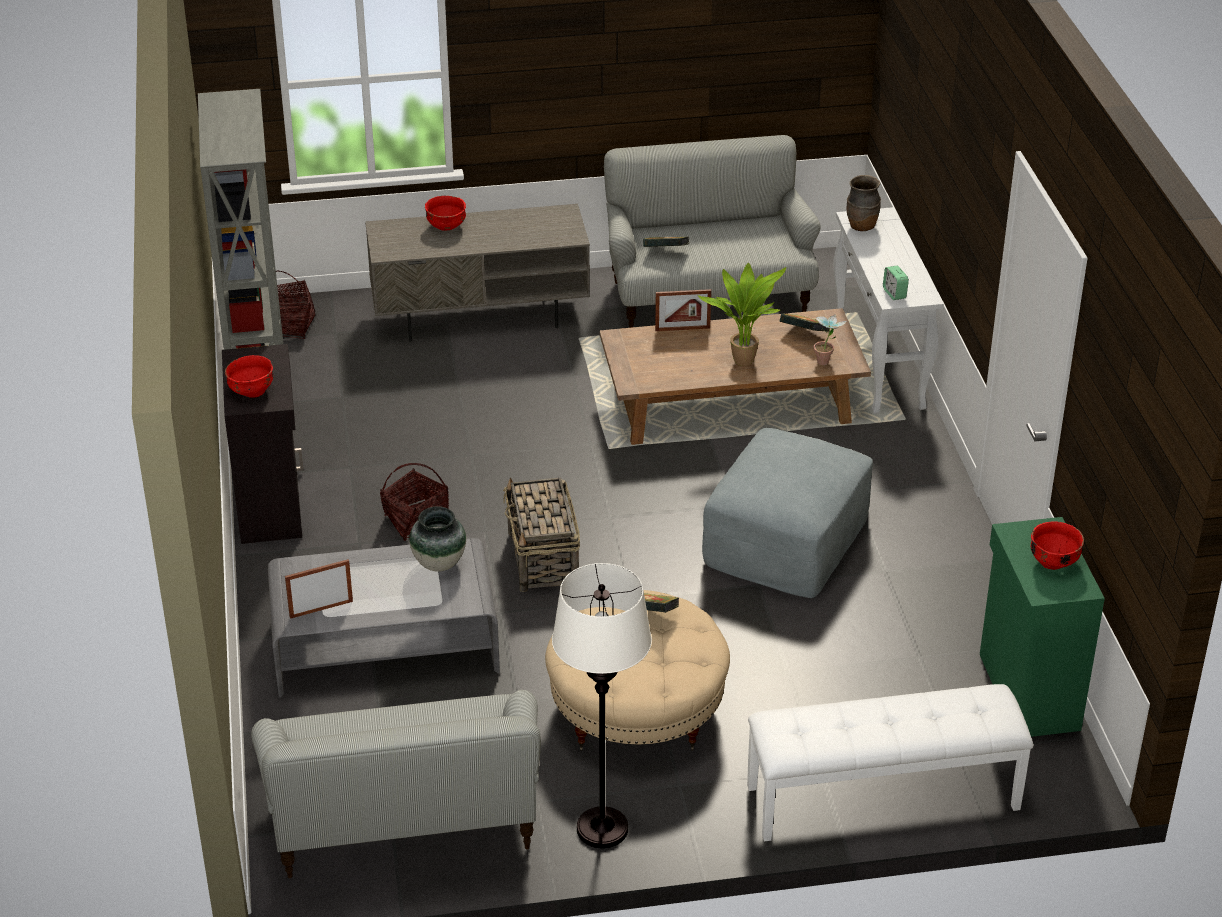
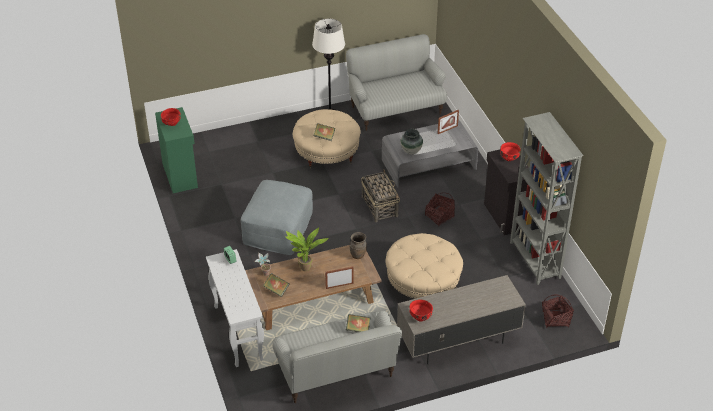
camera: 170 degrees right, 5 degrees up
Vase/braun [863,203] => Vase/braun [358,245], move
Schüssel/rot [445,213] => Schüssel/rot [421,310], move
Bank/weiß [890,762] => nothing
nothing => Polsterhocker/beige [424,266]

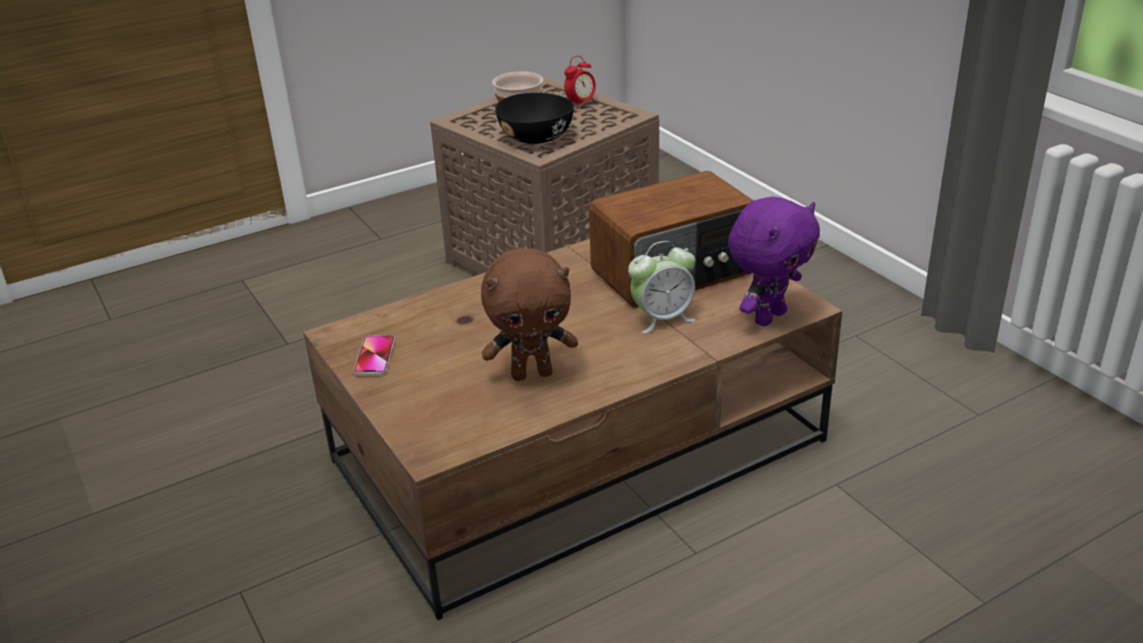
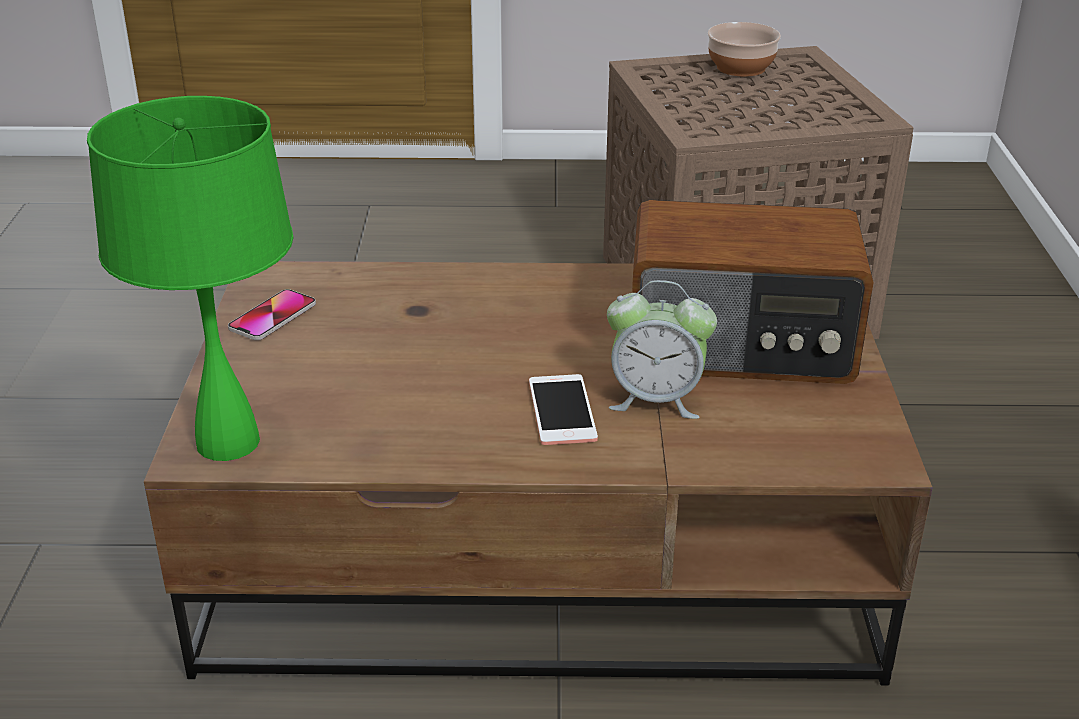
camera: 30 degrees right, 0 degrees up
Wecker [580,82] => nothing
Schüssel/schwarz [534,118] => nothing
Plüschtier/lila [774,261] => nothing
Plüschtier/braun [529,314] => nothing
nothing => Tischlampe/grün [190,278]
nothing => Handy [563,409]

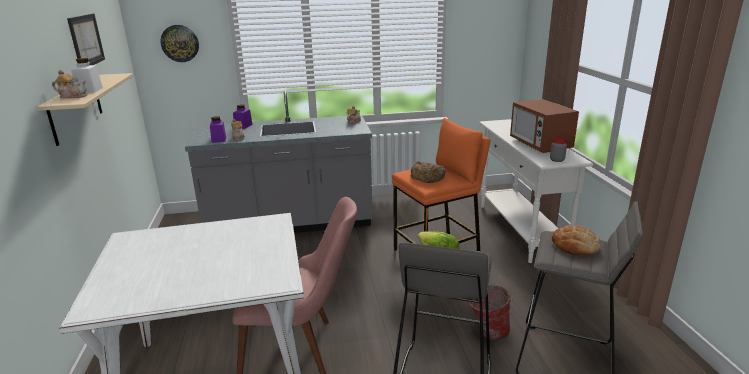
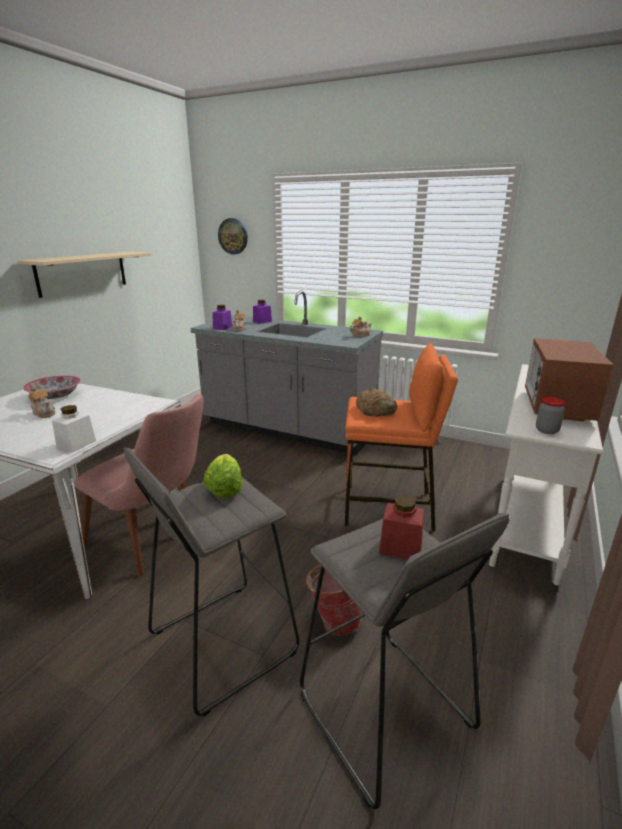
camera: 35 degrees right, 0 degrees up
Bild [86,39] => nothing
Vorratsglas/weiß [87,75] => Vorratsglas/weiß [74,429], move
Teekanne [69,84] => Teekanne [42,402], move
Brot [576,240] => Vorratsglas/rot [401,527]
nothing => Schüssel [52,387]

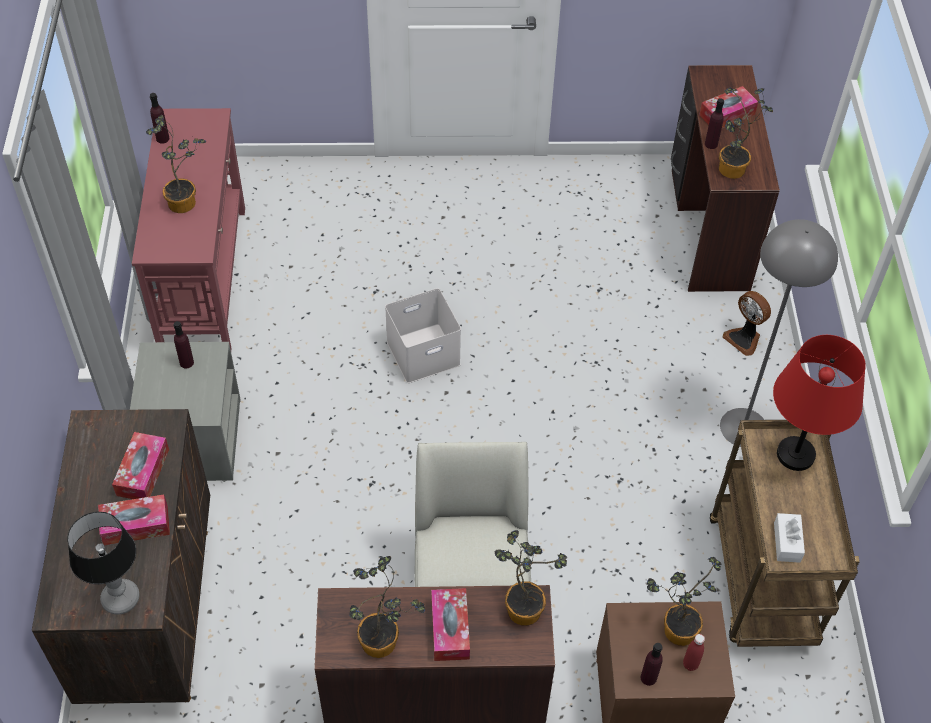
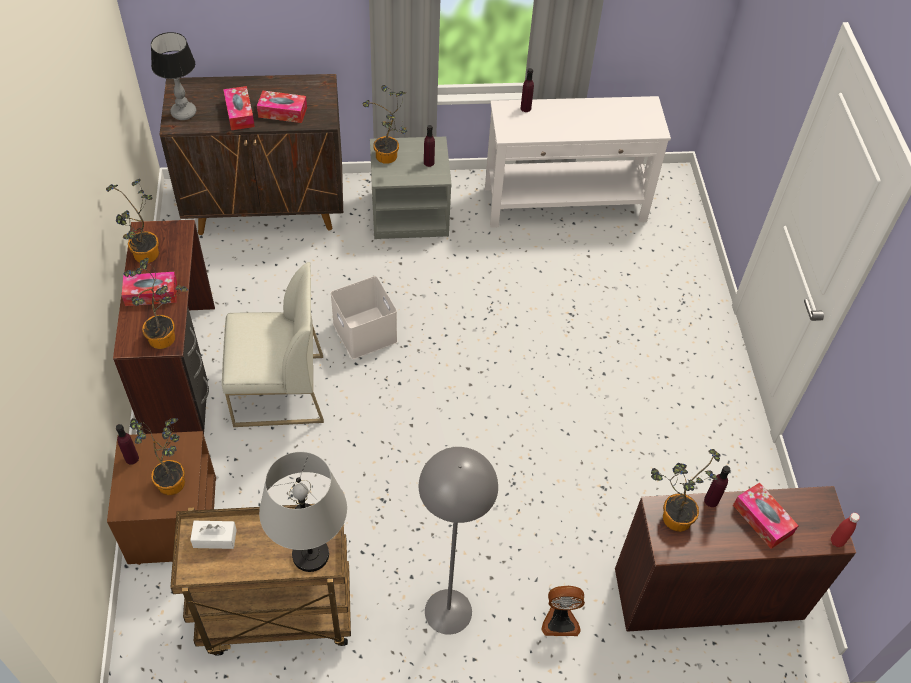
camera: 85 degrees right, 0 degrees up
Flasche/lila [159,118] => Flasche/lila [527,90], move
Konsolentisch/rot [188,229] => Konsolentisch/weiß [578,162]
Topfpflanze [176,164] => Topfpflanze [385,124], move
Aufbewahrungsbox/weiß [423,335] => Aufbewahrungsbox/weiß [363,317], move
Ventilator [747,323] => Ventilator [563,611], 135 degrees counterclockwise
Tischlampe/rot [819,403] => Tischlampe/grau [303,512]
Flasche/rot [694,652] => Flasche/rot [845,530], move

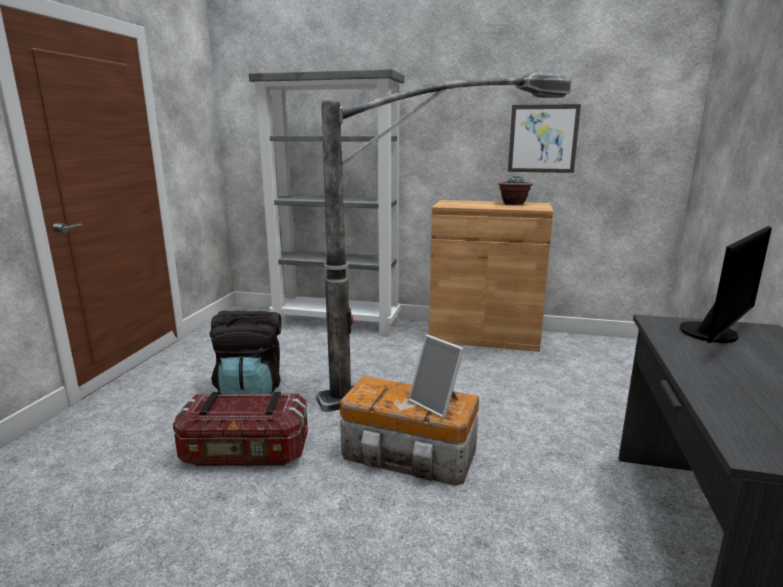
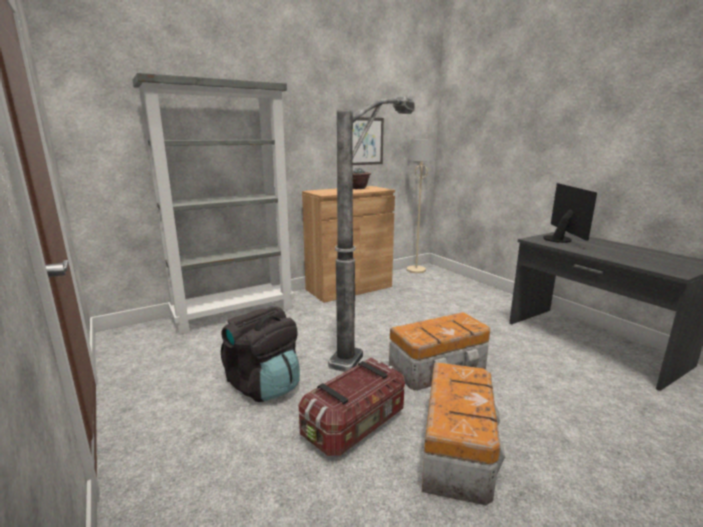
camera: 45 degrees left, 0 degrees up
Bilderrahmen [436,376] => nothing
nothing => Stehlampe/beige [421,206]
nothing => Aufbewahrungsbox [463,433]

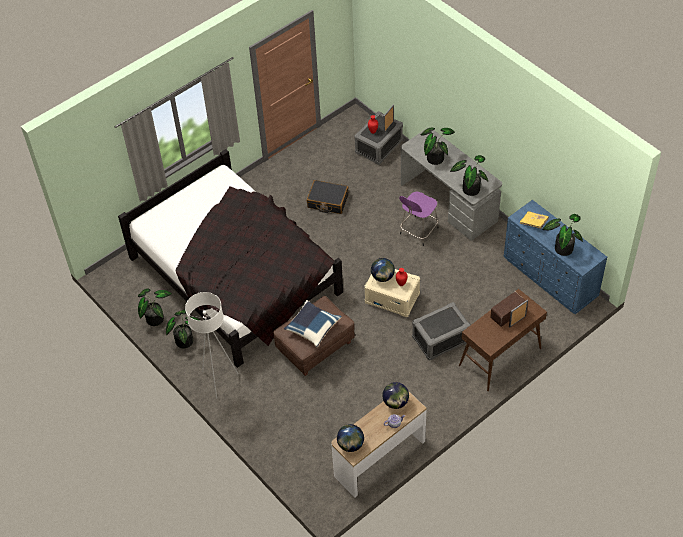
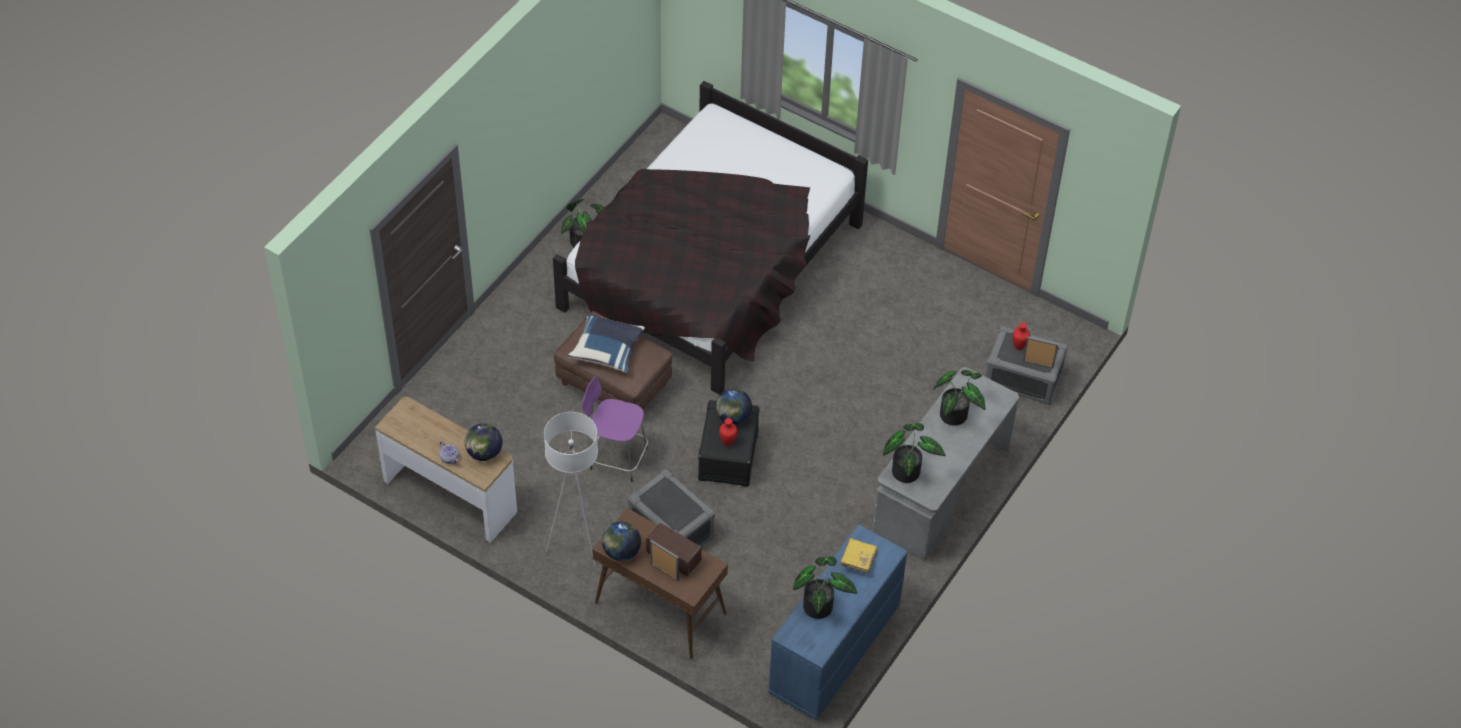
camera: 70 degrees right, 0 degrees up
Koffer/schwarz [328,197] => nothing
Hocker/lila [419,219] => Hocker/lila [615,429], move
Aufbewahrungsbox/beige [392,293] => Aufbewahrungsbox/schwarz [728,443]
Topfpflanze [155,307] => nothing
Stehlampe/weiß [211,345] => Stehlampe/weiß [571,489], move
Globus [350,438] => Globus [621,541], move

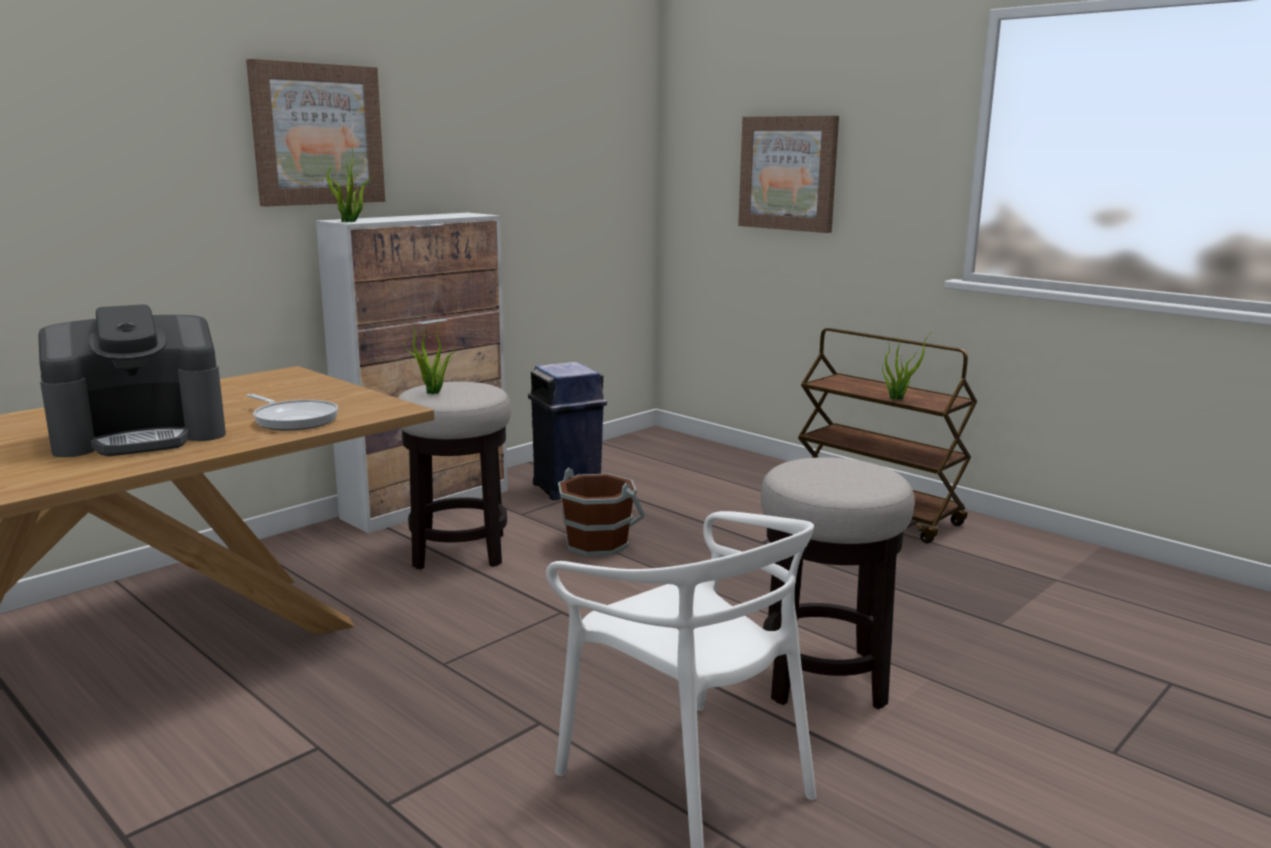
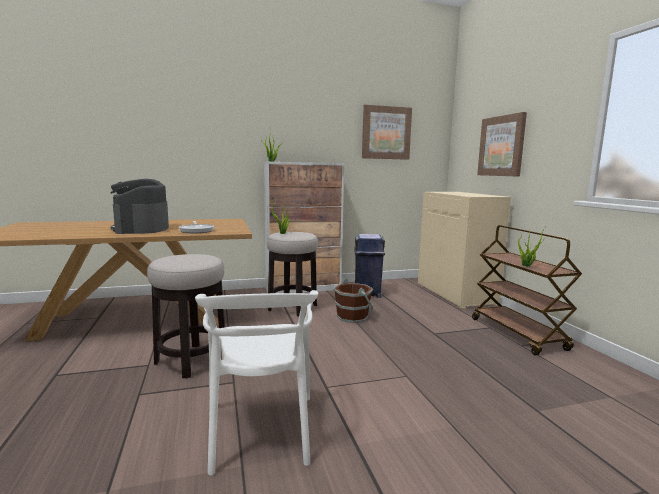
camera: 30 degrees right, 5 degrees down
Bild [315,133] => Bild [387,132], move
Kaffeemaschine [132,380] => Kaffeemaschine [139,206], 75 degrees clockwise
Hocker [837,583] => Hocker [186,316], move
nothing => Schrank/beige [464,250]

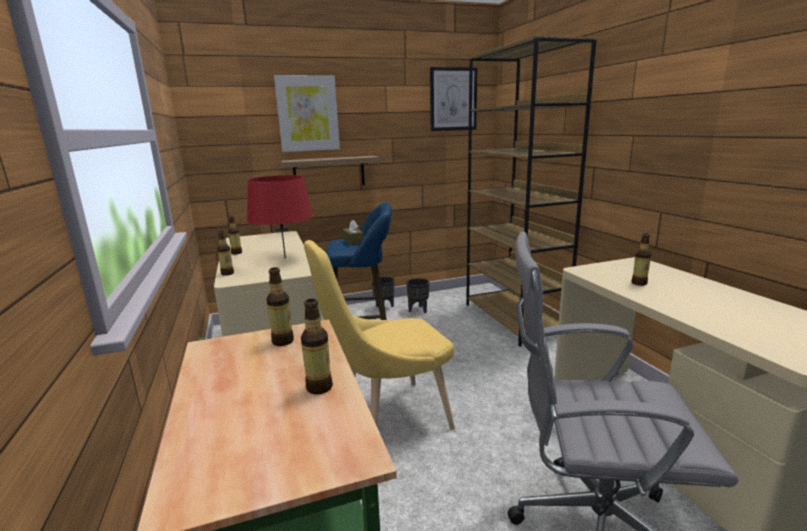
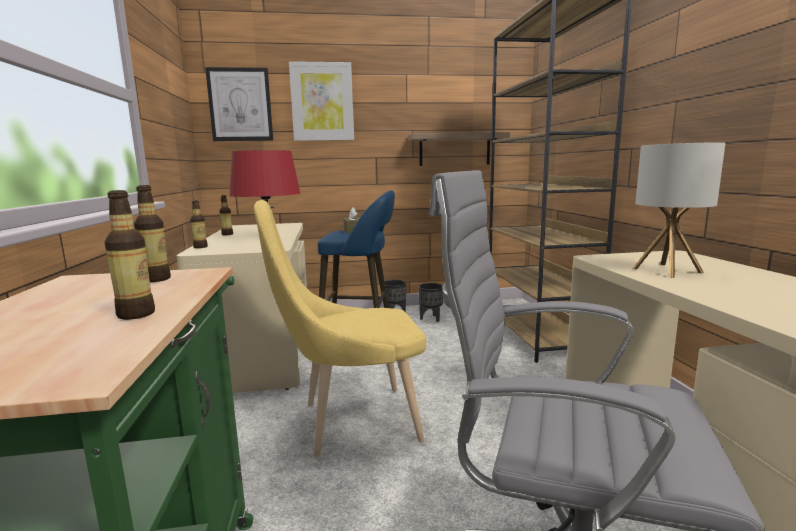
camera: 10 degrees right, 5 degrees down
Bild [453,99] => Bild [239,104], move
Wandregal [330,170] => Wandregal [459,149], move
Flasche [641,259] => Tischlampe [679,210]

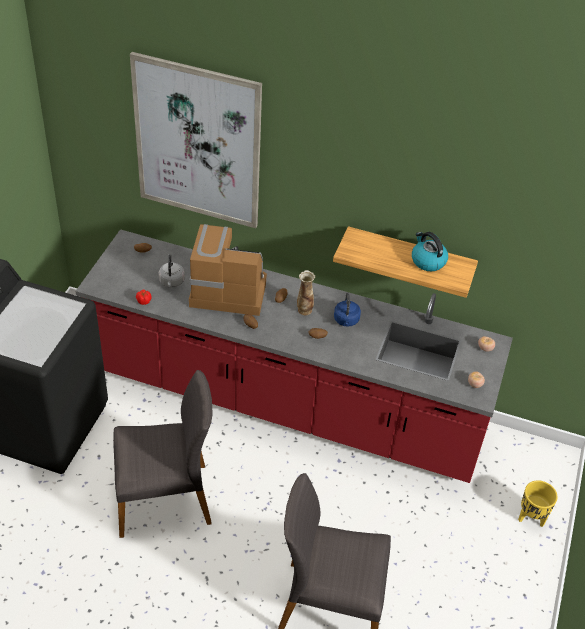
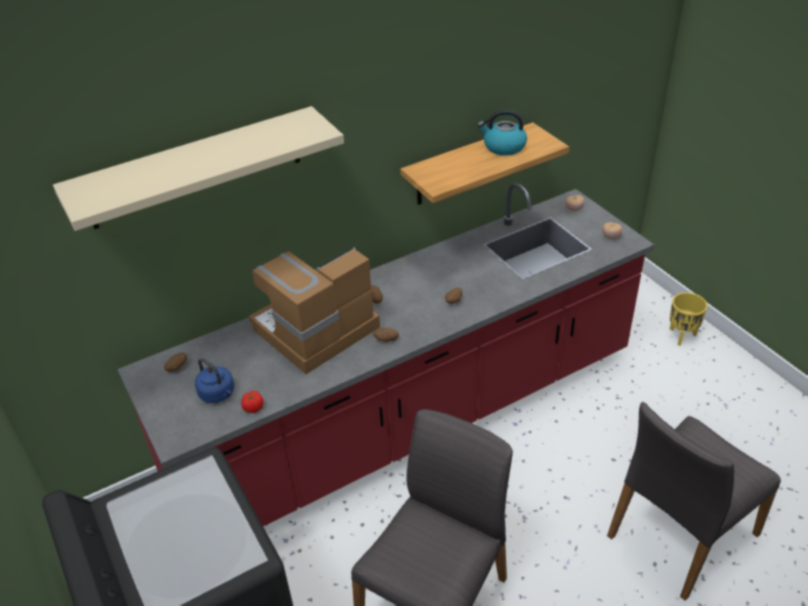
camera: 45 degrees left, 5 degrees down
Bild [196,140] => Wandregal/beige [198,168]
Wasserkessel/grau [172,271] => nothing
Vase [306,292] => nothing
Wasserkessel/blau [347,309] => Wasserkessel/blau [214,380], move

